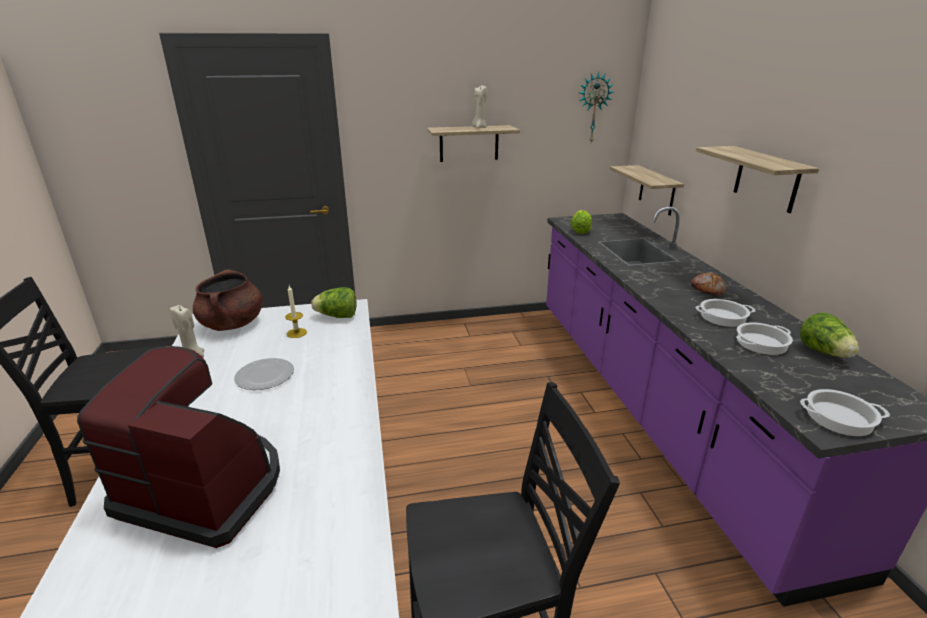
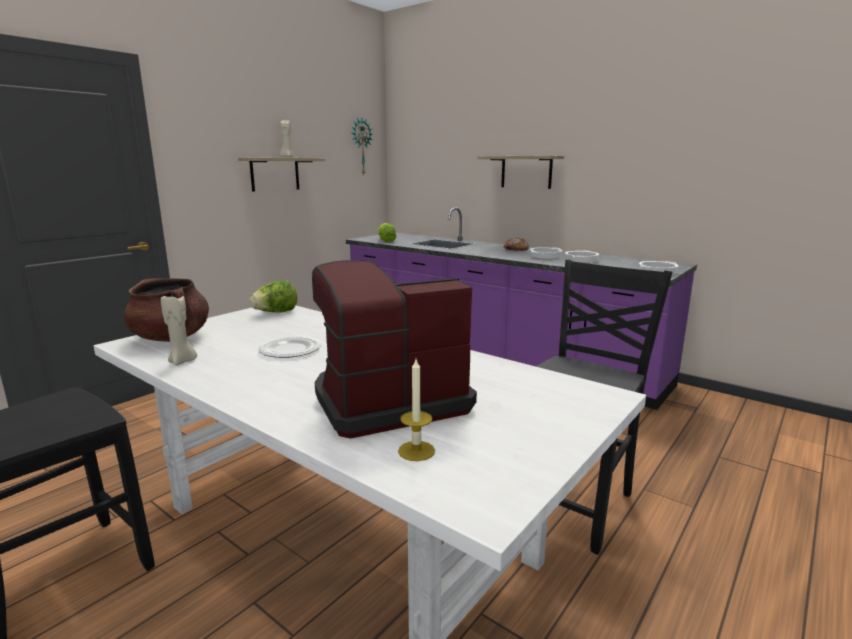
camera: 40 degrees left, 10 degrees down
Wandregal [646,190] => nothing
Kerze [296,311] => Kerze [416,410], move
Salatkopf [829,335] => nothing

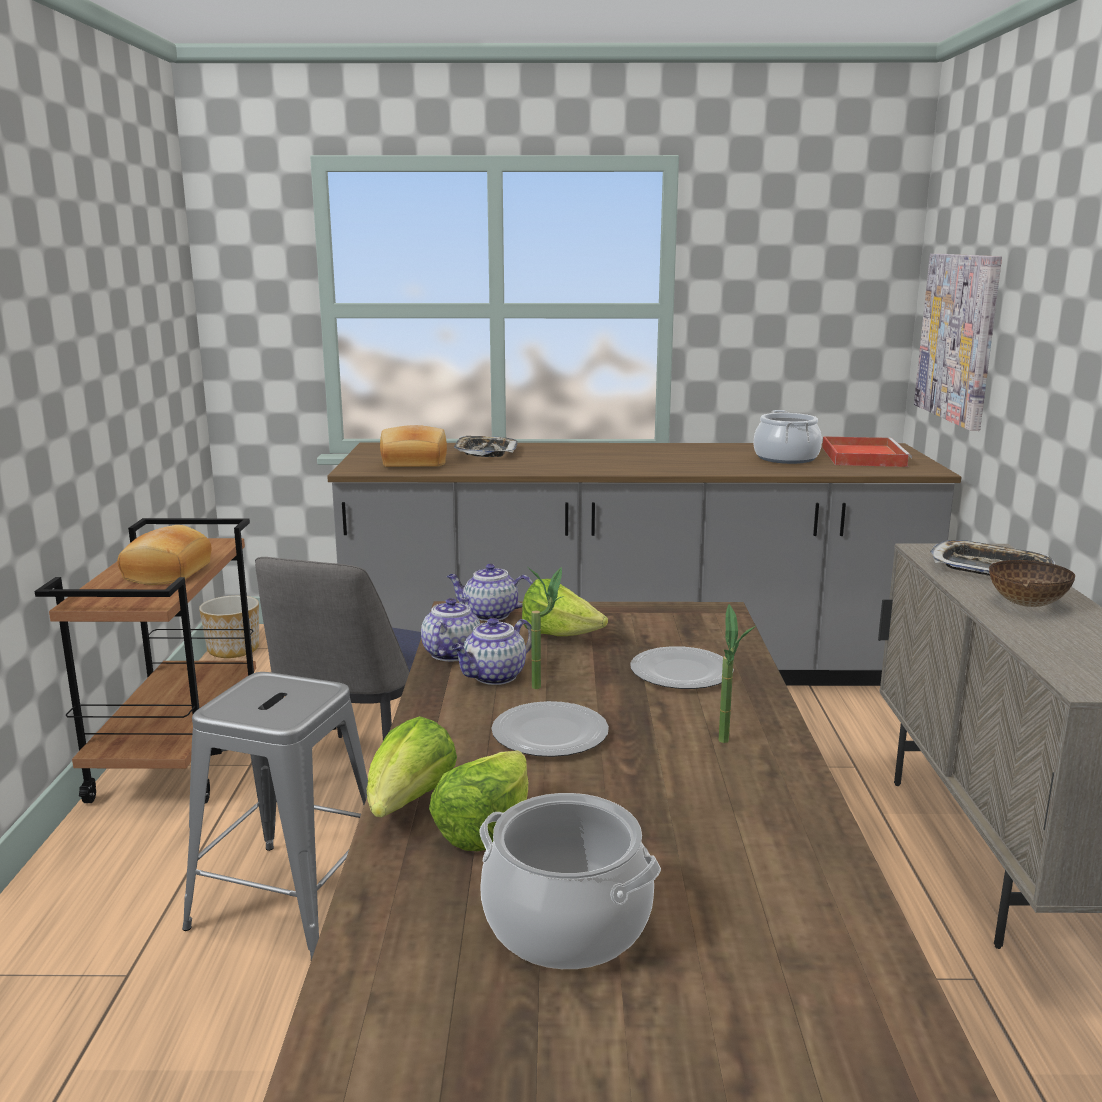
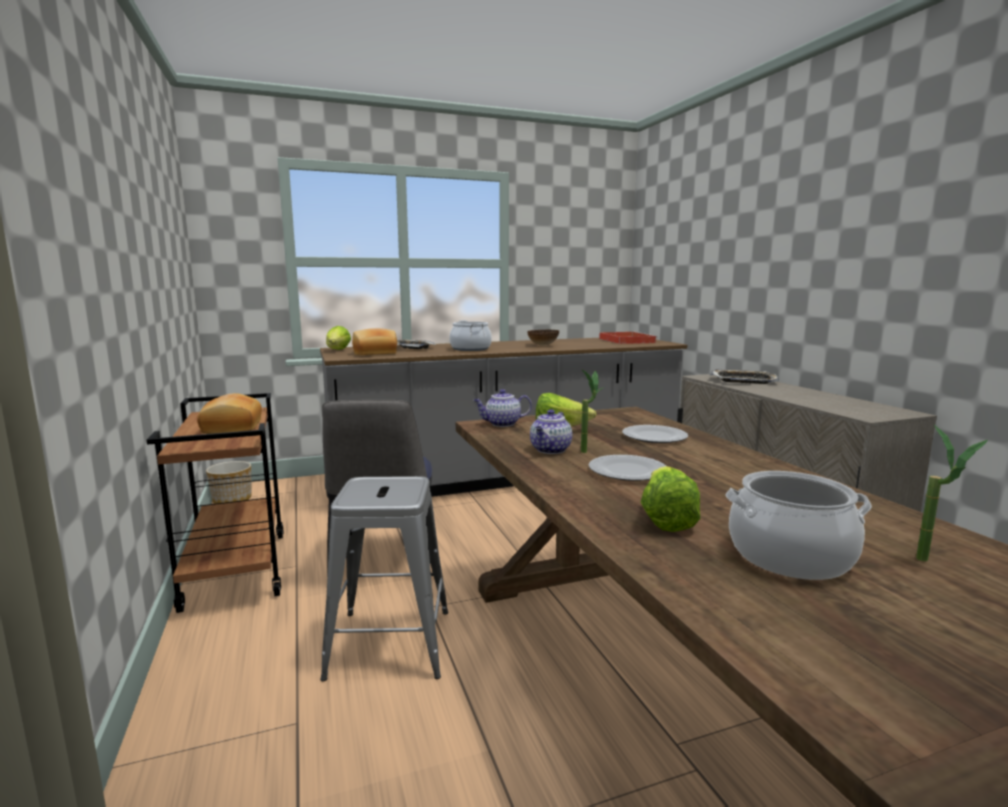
camera: 20 degrees left, 5 degrees down
Bild [958,342] => nothing
Kochtopf [788,437] => Kochtopf [470,335], move
Schüssel [1032,583] => Schüssel [543,338], move
Teekanne [450,629] => nothing
Topfpflanze [738,673] => Topfpflanze [952,493], move
Salatkopf [412,767] => Salatkopf [338,338], move

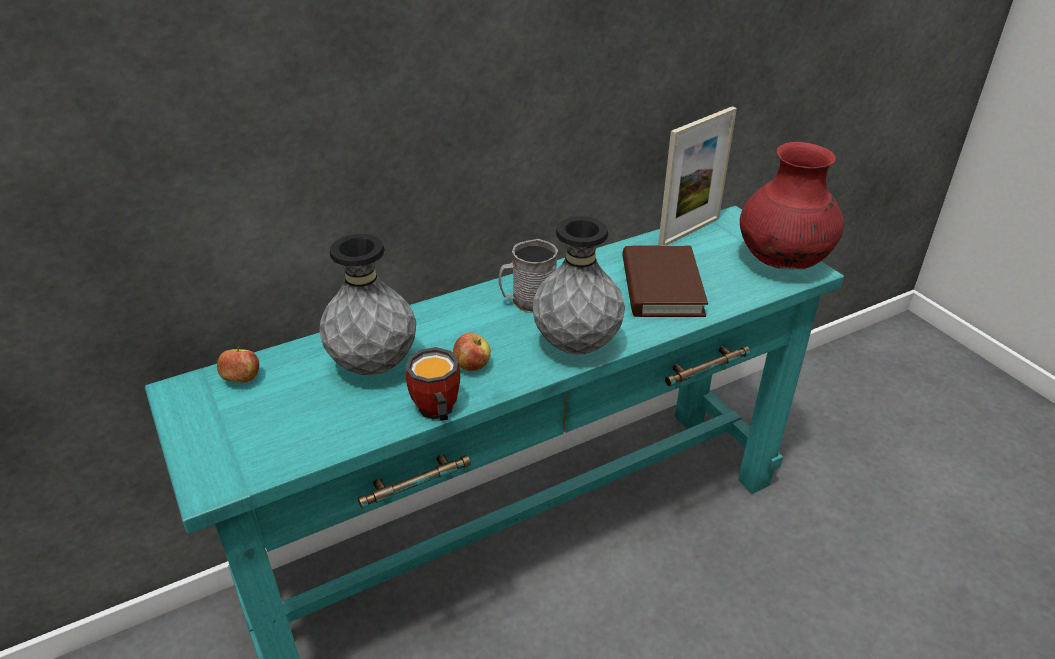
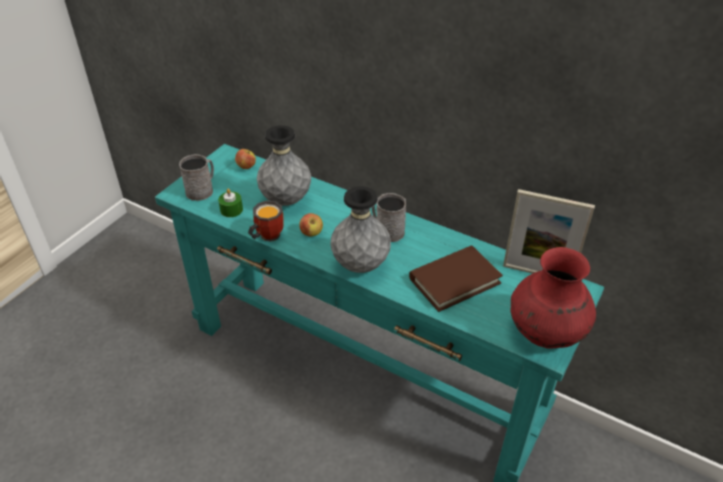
camera: 60 degrees right, 5 degrees up
nothing => Henkelbecher/grau [196,177]
nothing => Kerze/grün [230,203]

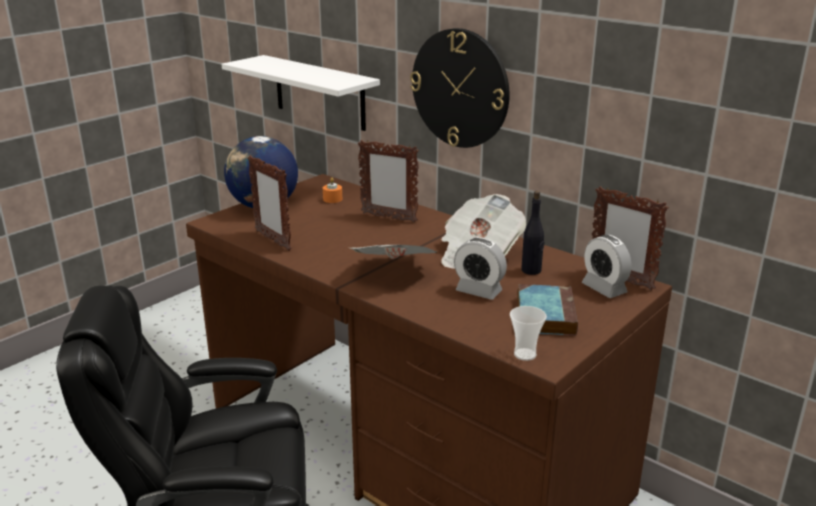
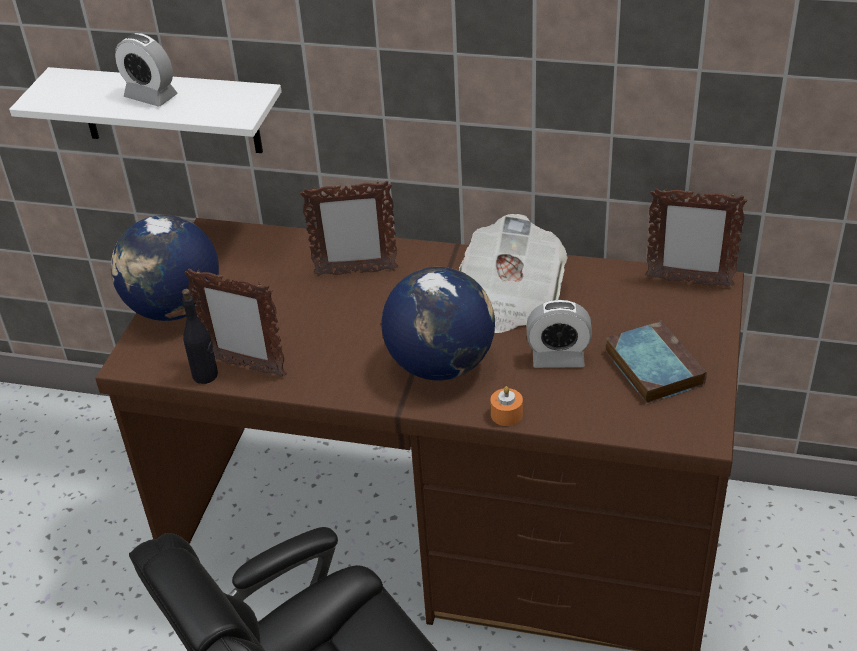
camera: 25 degrees left, 15 degrees up
Wanduhr [460,88] => nothing
Kerze/orange [332,190] => Kerze/orange [506,406], move
Flasche/schwarz [532,233] => Flasche/schwarz [200,336], move
Wecker [606,266] => Wecker [146,70], move
Zeitung [394,252] => Globus [438,323]
Tasse [528,333] => nothing

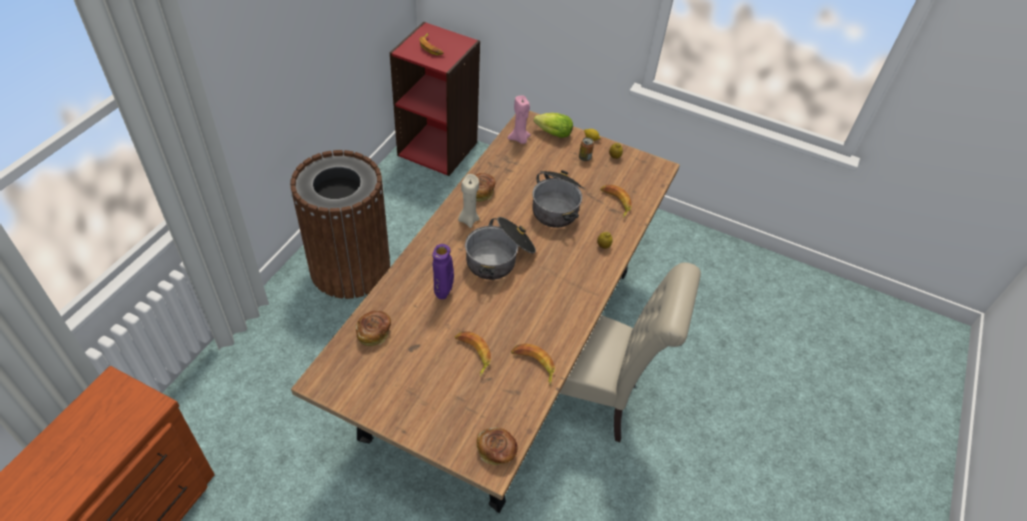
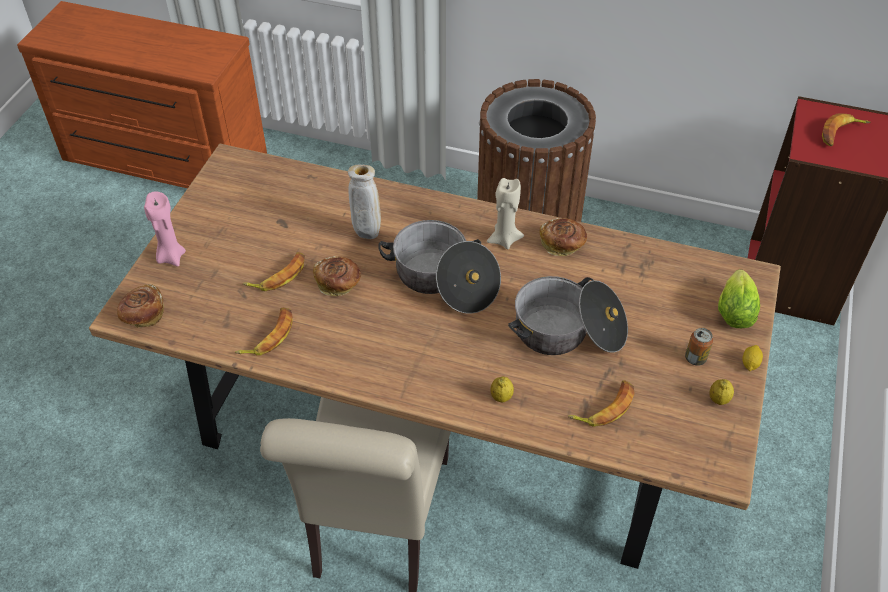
camera: 85 degrees right, 0 degrees up
Kerze/rosa [519,119] => Kerze/rosa [165,229], move
Vase/lila [443,271] => Vase/beige [364,202]
Brot [373,328] => Brot [337,276], move

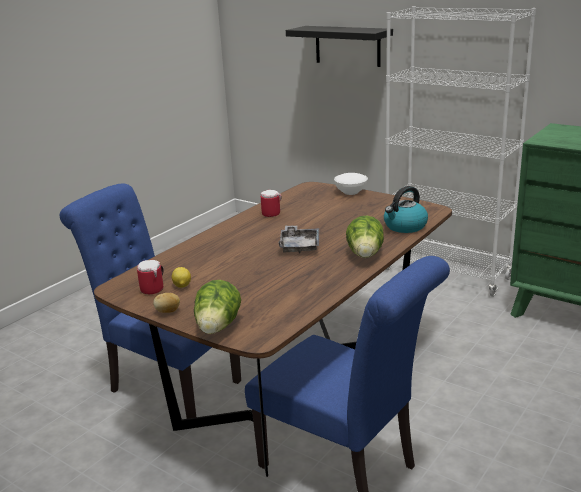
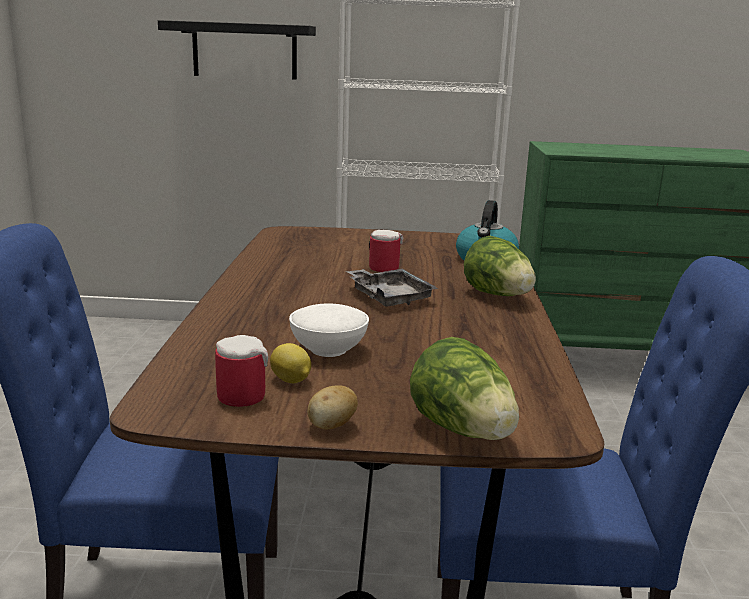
camera: 35 degrees left, 5 degrees down
Schüssel/weiß [351,184] => Schüssel/weiß [329,330], move
Henkelbecher [271,203] => Henkelbecher [386,251], move

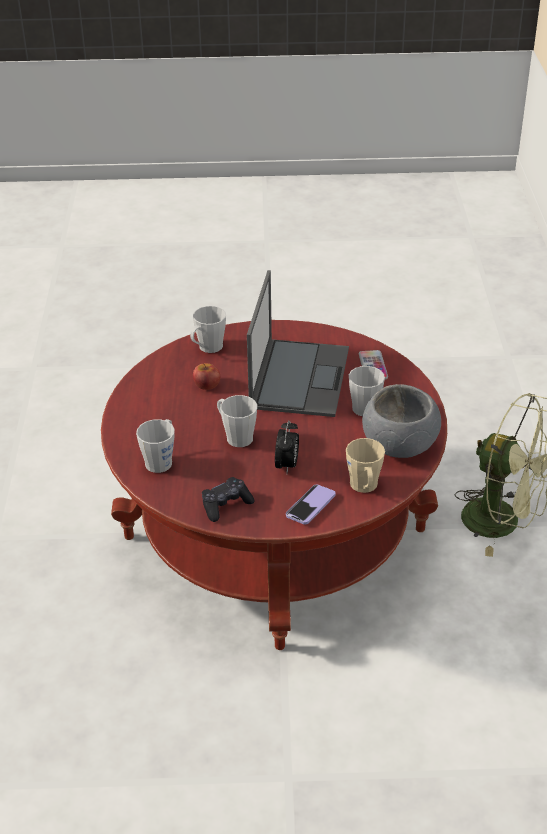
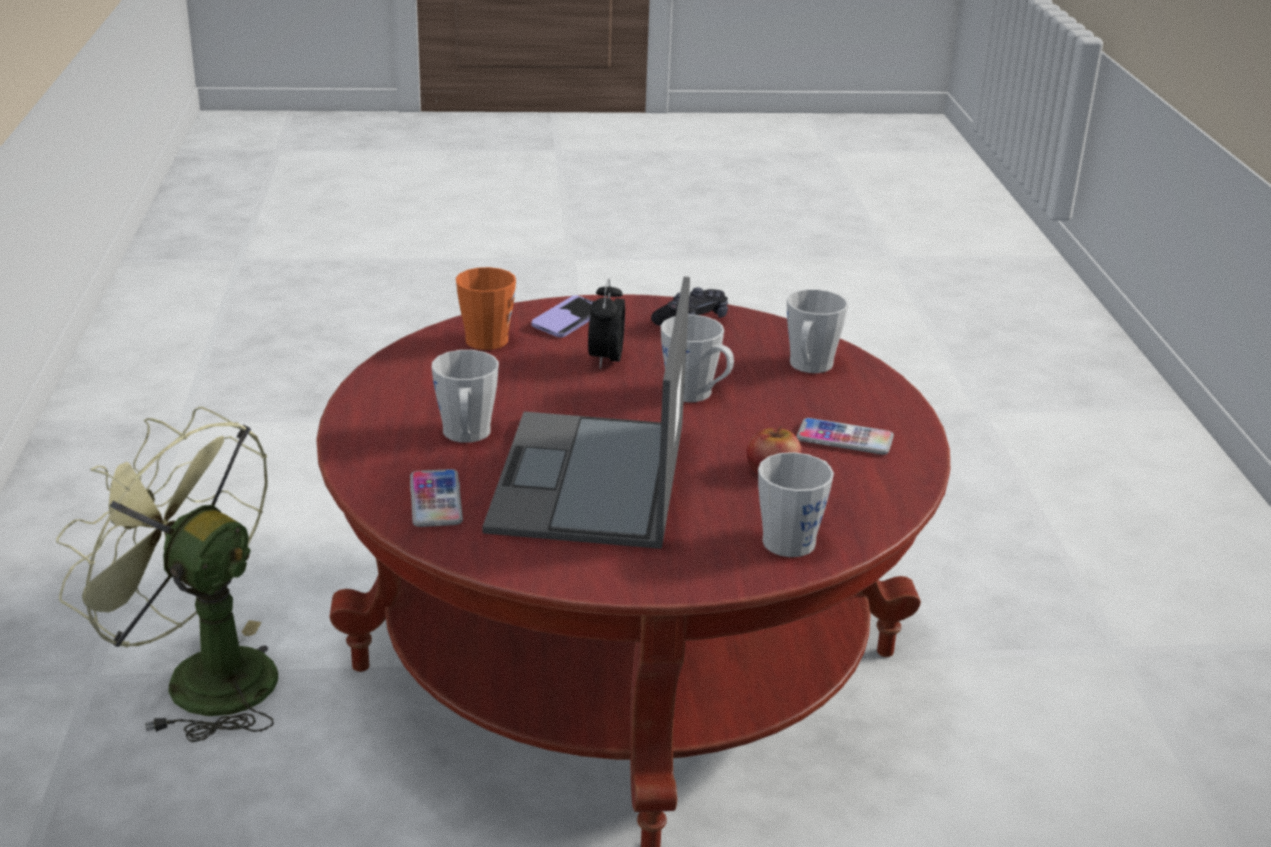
camera: 175 degrees right, 10 degrees down
Schüssel/grau [401,421] => nothing
Henkelbecher/beige [365,465] => Henkelbecher/orange [486,308]
nothing => Handy [845,436]

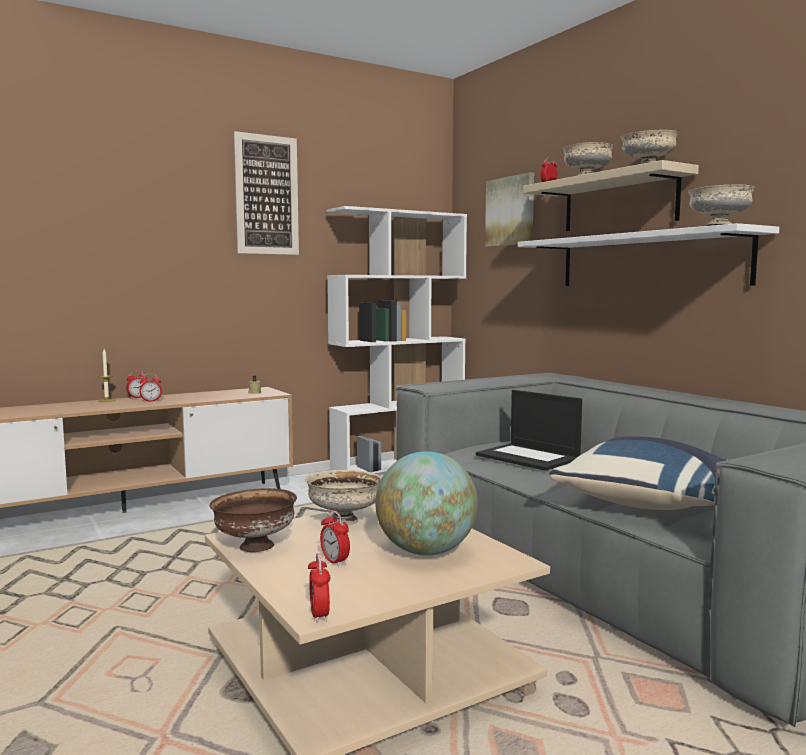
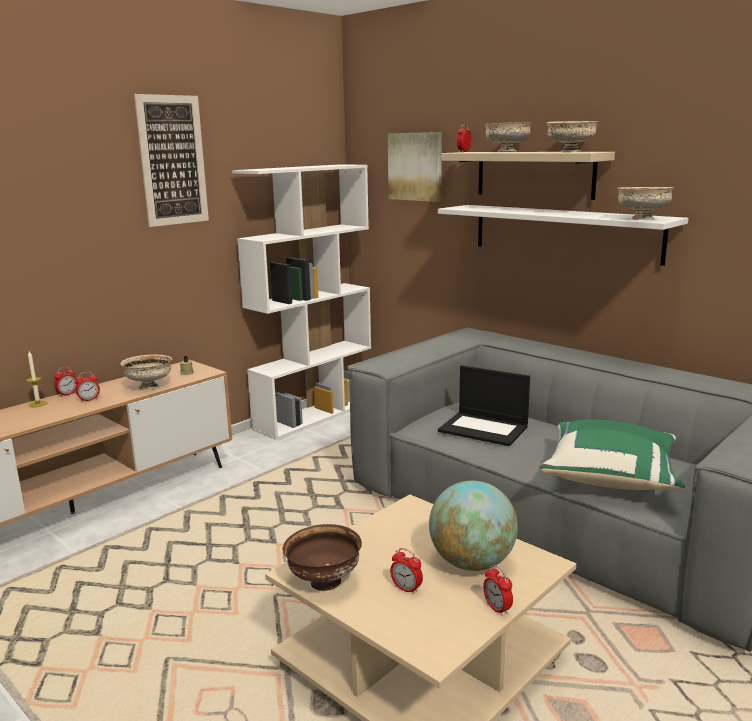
camera: 15 degrees left, 10 degrees up
Kissen/blau [638,473] => Kissen/grün [612,454]
Schüssel/beige [343,497] => Schüssel/beige [146,372], move
Wecker [319,588] => Wecker [498,590], move

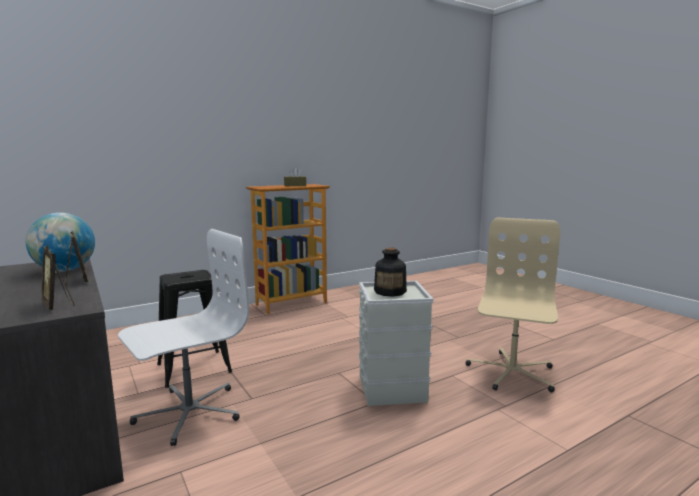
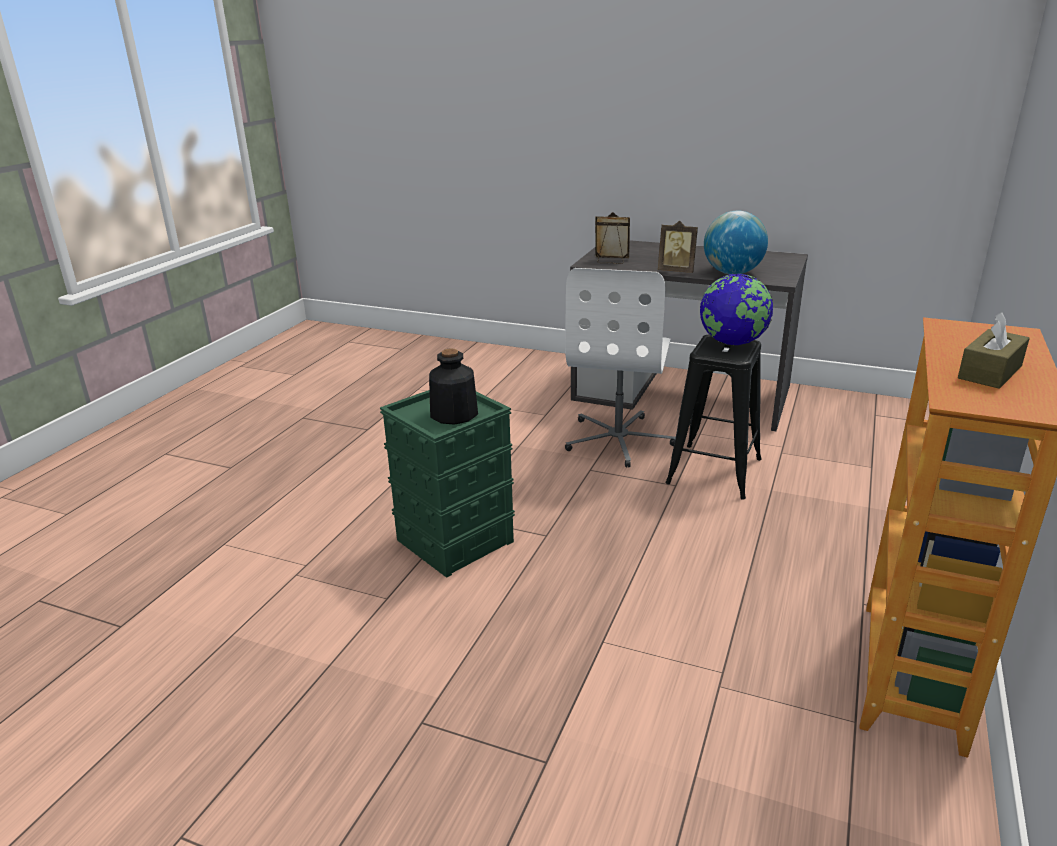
camera: 145 degrees right, 15 degrees up
Bürostuhl/beige [513,304] => nothing
Aufbewahrungsbox/grau [396,343] => Aufbewahrungsbox/grün [447,484]
nothing => Globus [736,309]

